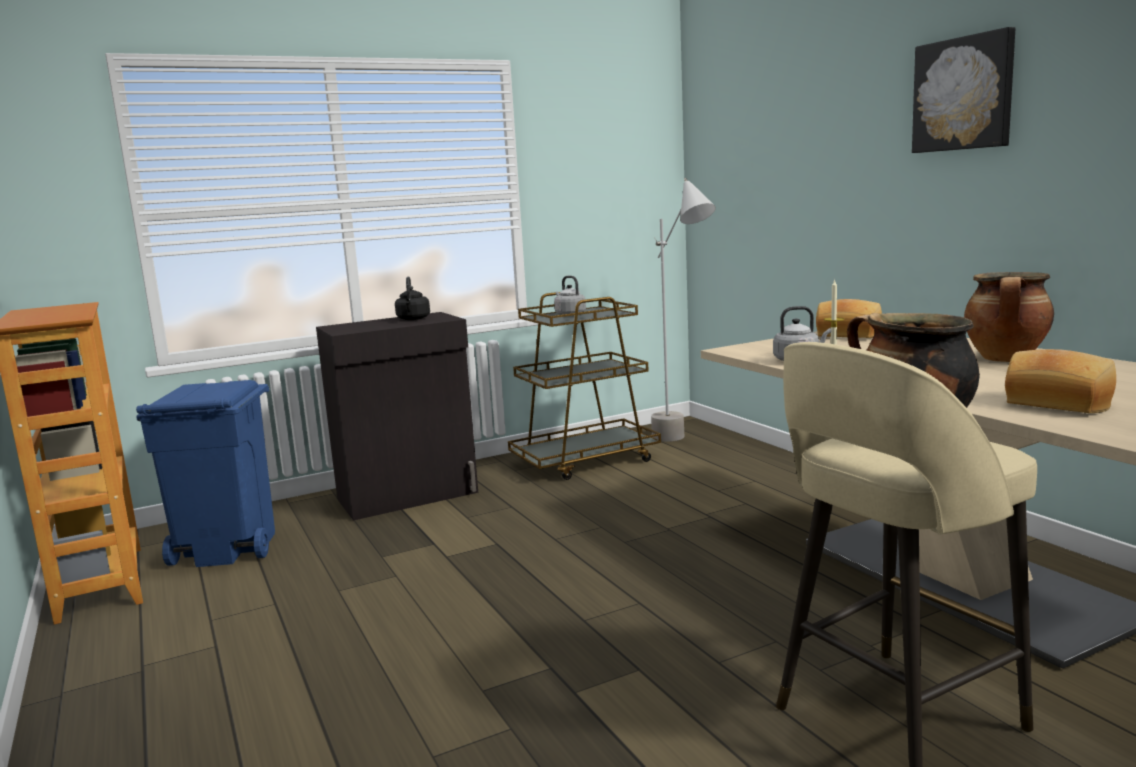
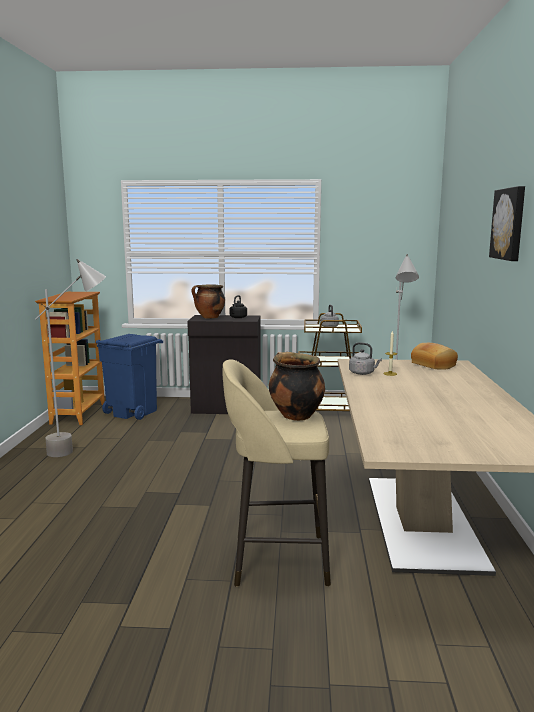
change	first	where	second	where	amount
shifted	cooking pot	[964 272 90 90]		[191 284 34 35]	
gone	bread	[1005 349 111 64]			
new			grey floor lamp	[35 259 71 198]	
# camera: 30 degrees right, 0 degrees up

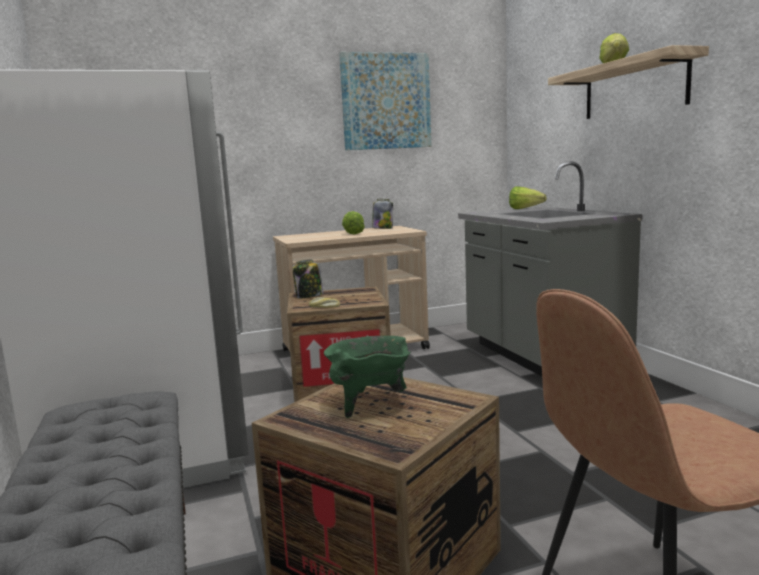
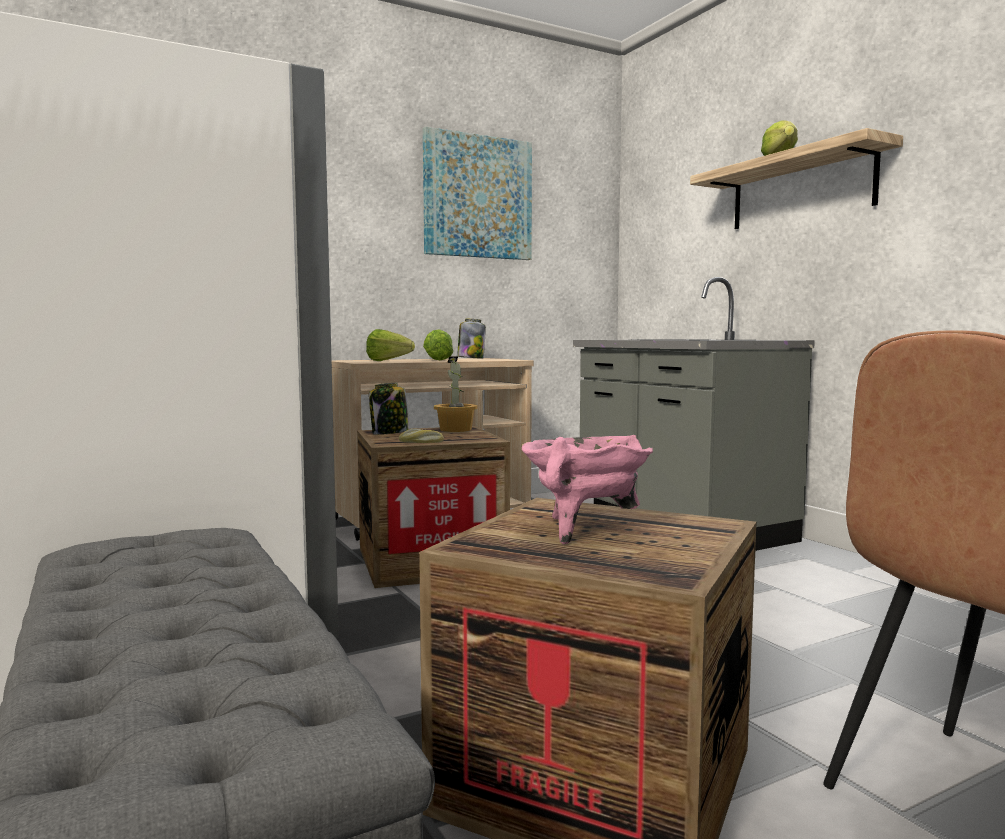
change	first	where	second	where	amount
shifted	lettuce	[509 186 38 23]		[366 329 49 32]	
repainted	green cooking pot	[324 336 87 82]	pink cooking pot	[522 435 131 109]	
new			potted plant	[434 357 44 75]	
# camera: 10 degrees left, 5 degrees down

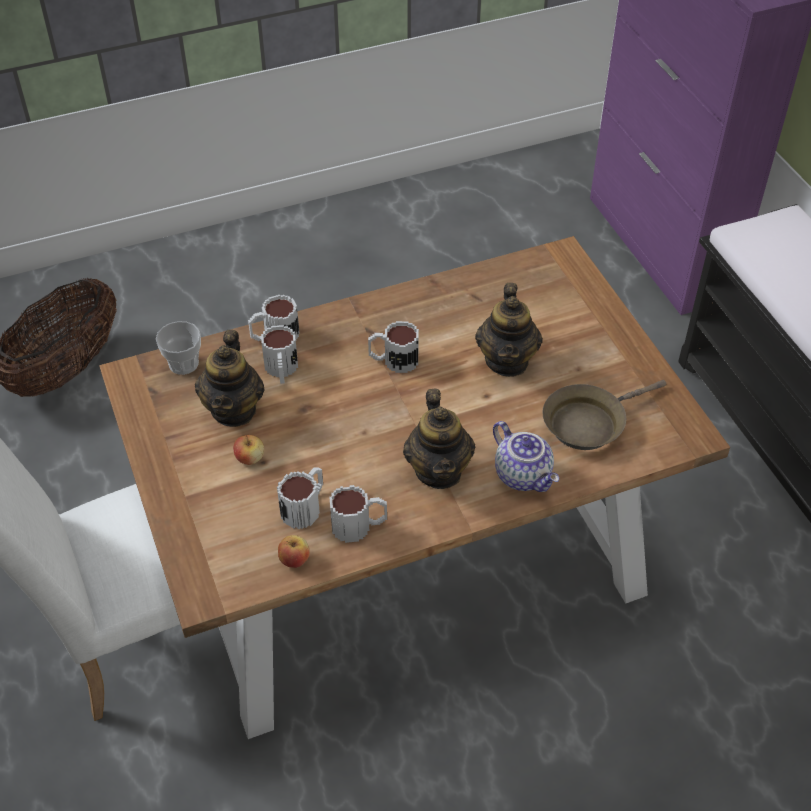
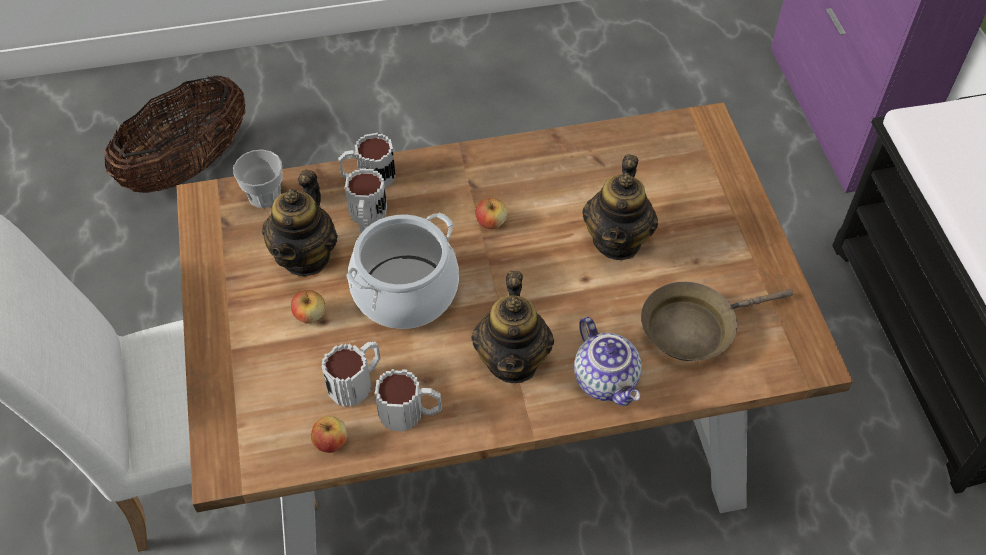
change	first	where	second	where	amount
swapped	mug	[368 321 51 52]	apple	[475 198 32 31]	
new			cooking pot	[346 213 113 116]	
# camera: 10 degrees right, 5 degrees up

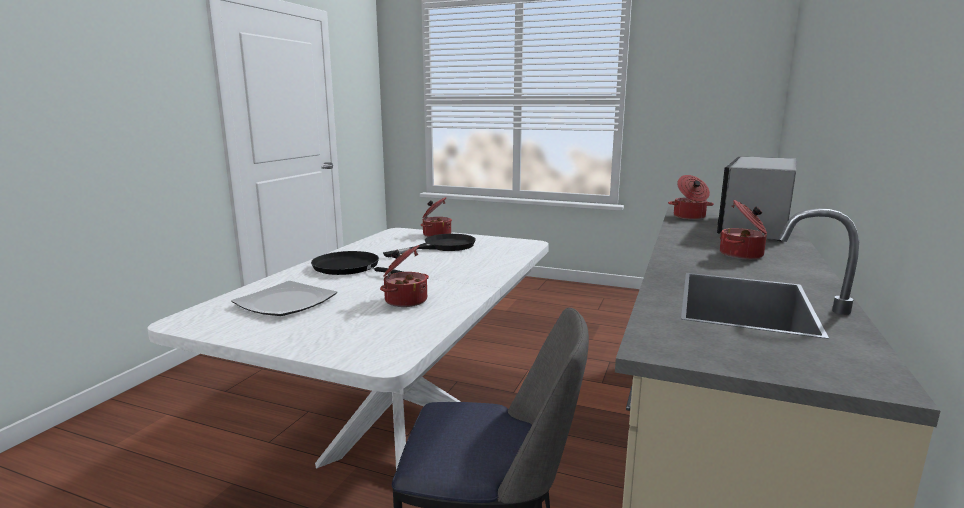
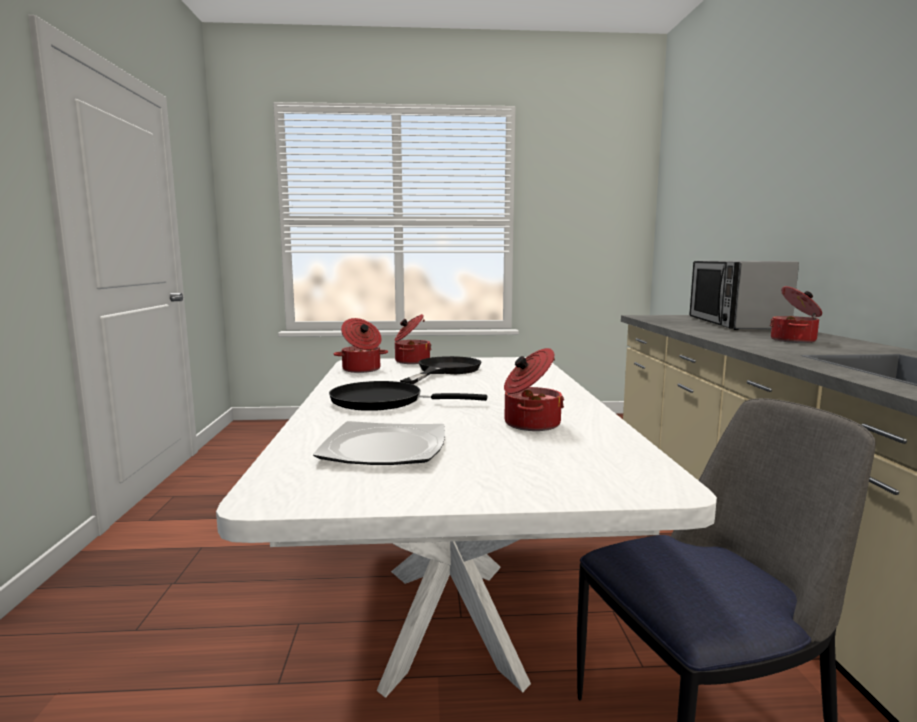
change	first	where	second	where	amount
shifted	cooking pot	[668 175 46 45]		[334 318 54 55]	
# camera: 25 degrees left, 5 degrees down

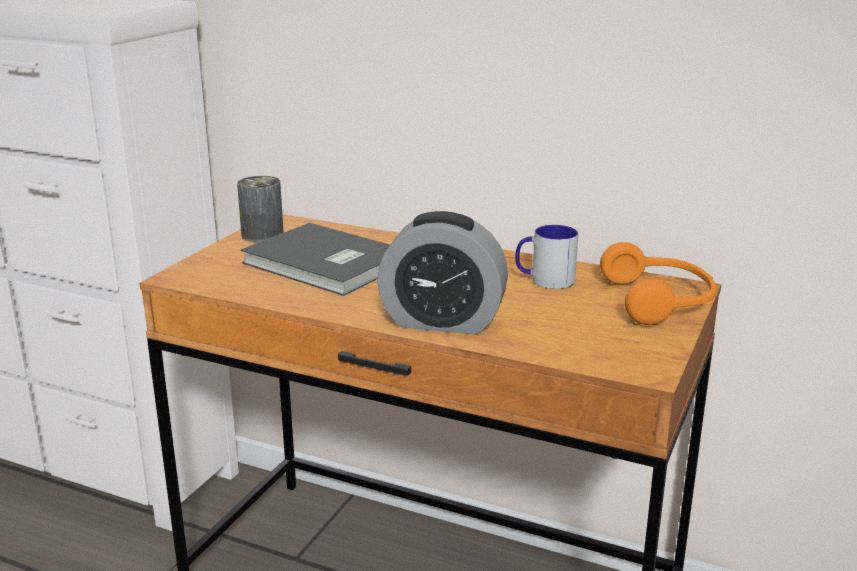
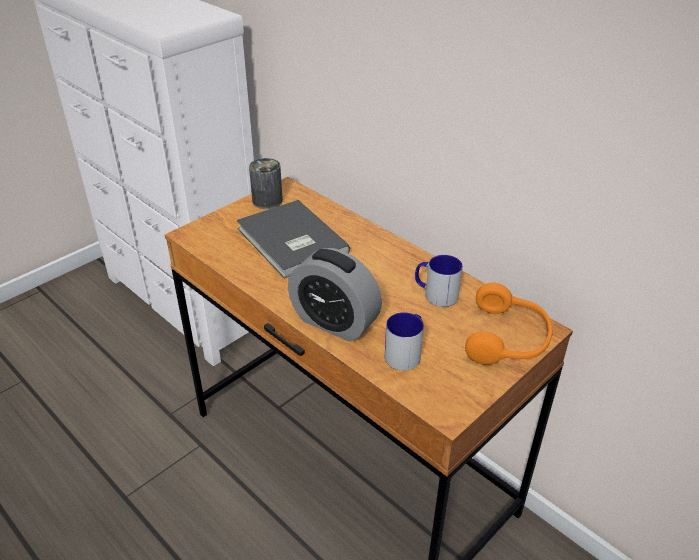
change	first	where	second	where	amount
new			mug	[385 312 39 59]	
# camera: 20 degrees right, 15 degrees up

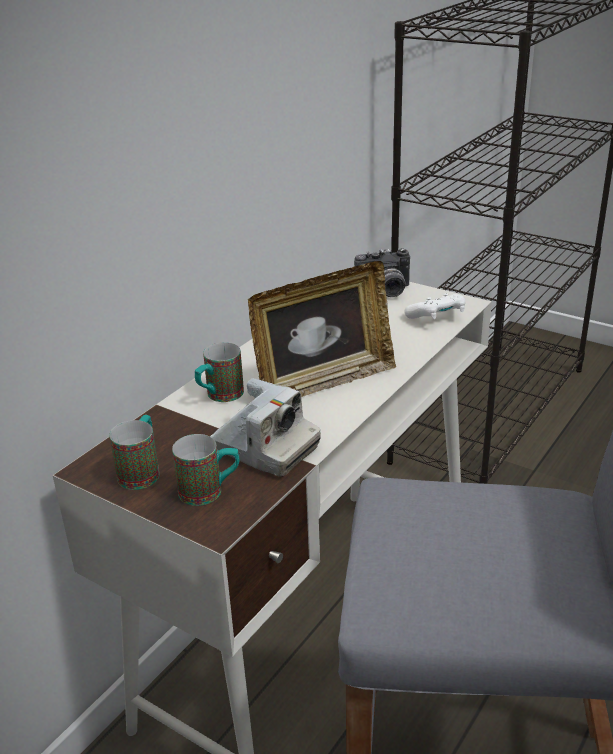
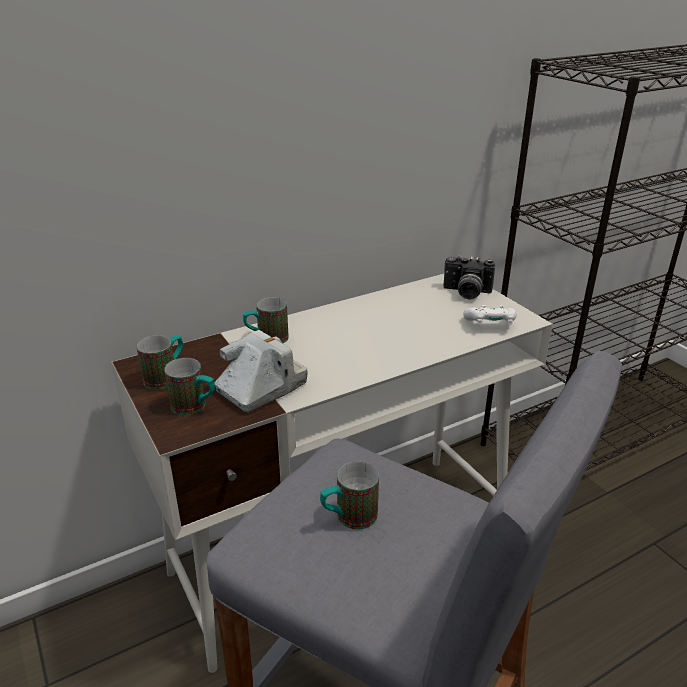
change	first	where	second	where	amount
gone	picture frame	[248 261 148 136]			
rotated	photo camera	[210 378 111 99]		[215 330 93 83]	105 degrees counterclockwise
new			mug	[320 461 59 69]	
# camera: 25 degrees right, 0 degrees up

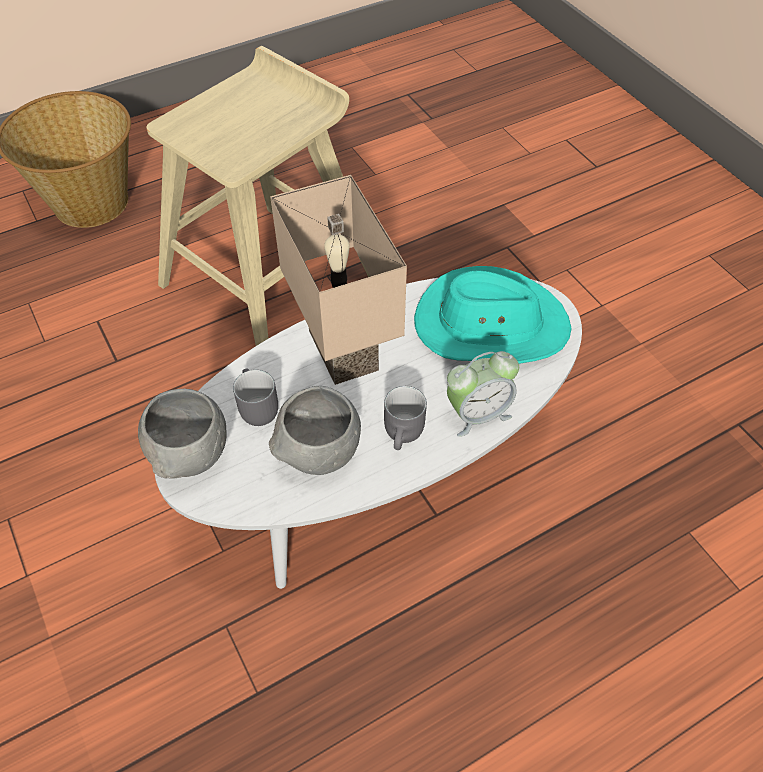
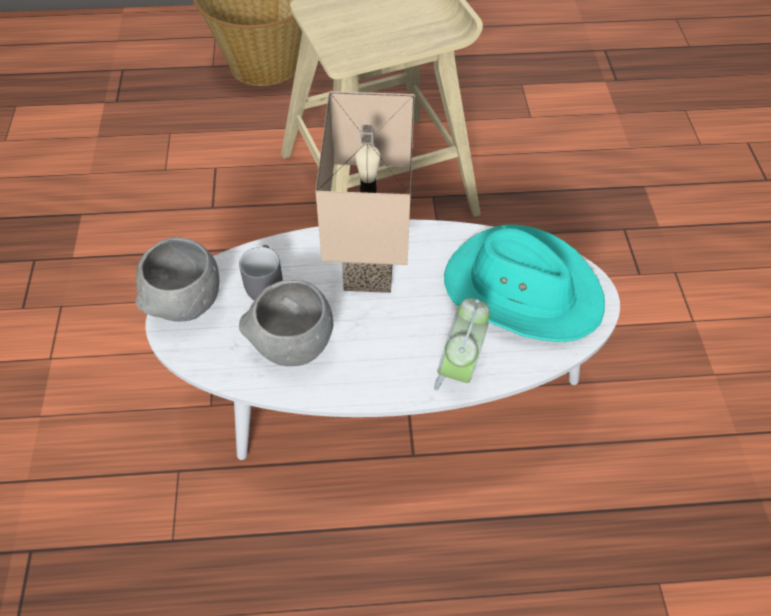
change	first	where	second	where	amount
rotated	alarm clock	[447 351 72 86]		[434 299 56 92]	105 degrees clockwise
gone	grey mug	[384 386 43 64]			
# camera: 25 degrees right, 0 degrees up

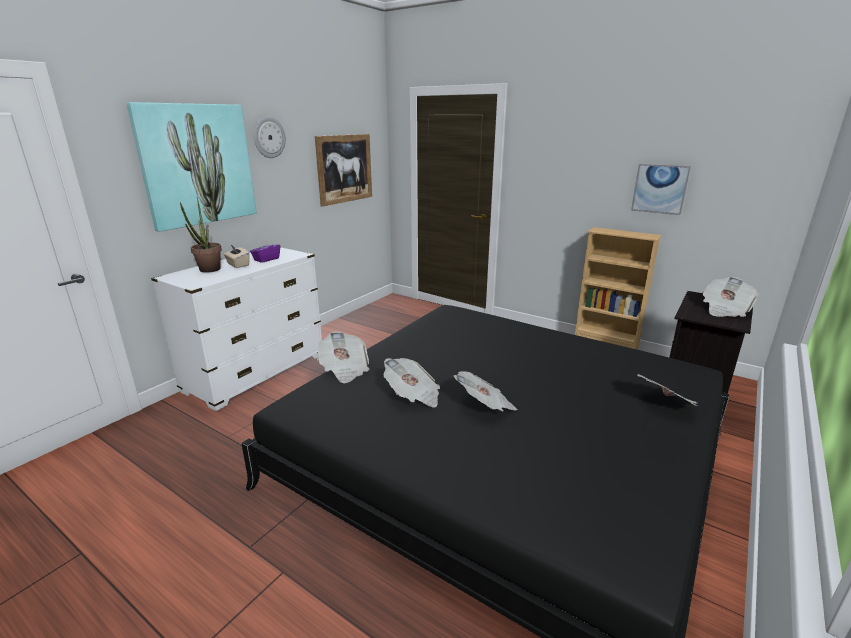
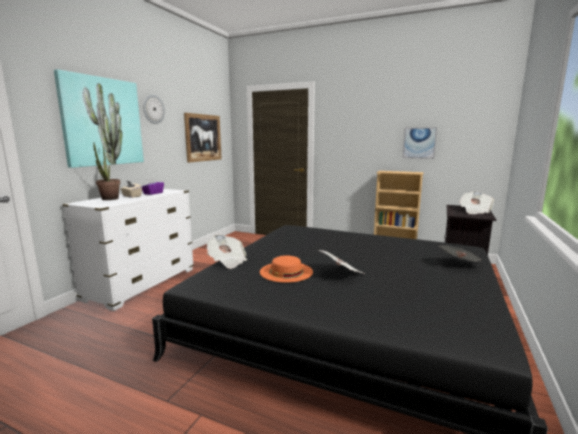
change	first	where	second	where	amount
swapped	newspaper	[383 358 57 50]	orange hat	[260 255 53 28]	
# camera: 10 degrees left, 10 degrees down

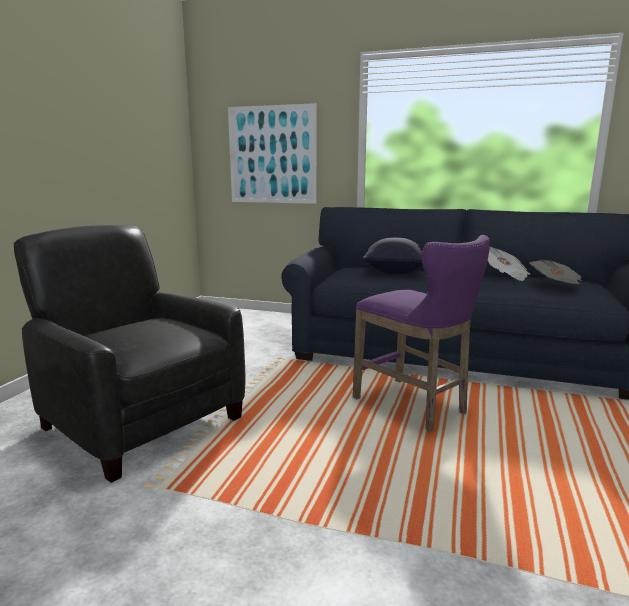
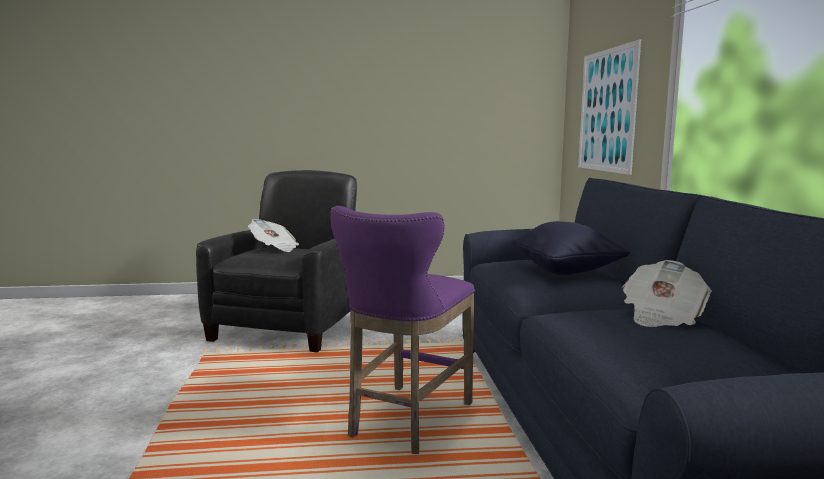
change	first	where	second	where	amount
shifted	newspaper	[529 260 53 24]		[248 219 51 33]	
# camera: 65 degrees right, 5 degrees down

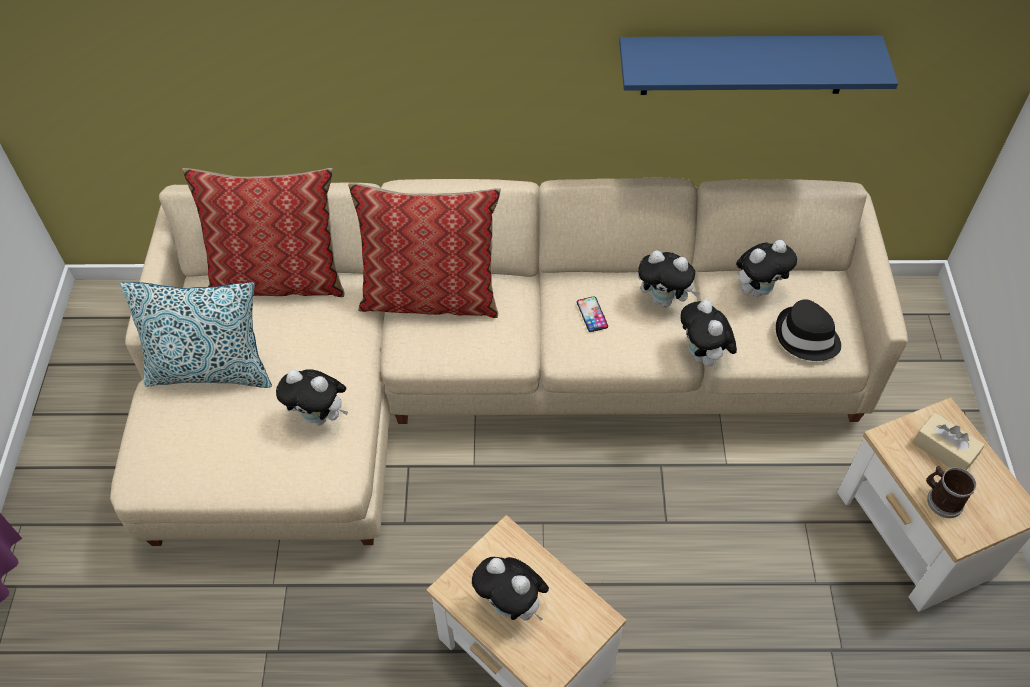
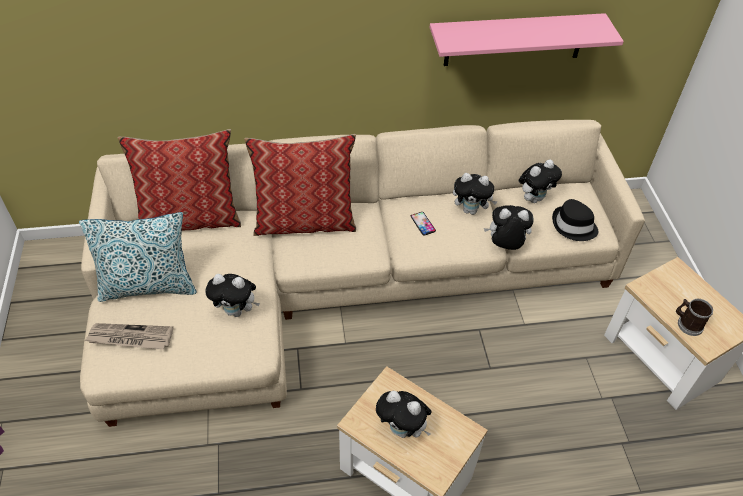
change	first	where	second	where	amount
repainted	blue shelf	[619 35 279 60]	pink shelf	[430 13 194 53]	
rotated	plush toy	[680 300 57 70]		[484 205 49 45]	120 degrees clockwise
gone	beige tissue box	[912 412 73 58]			
new			newspaper	[85 323 88 27]	
# camera: 10 degrees left, 5 degrees down

